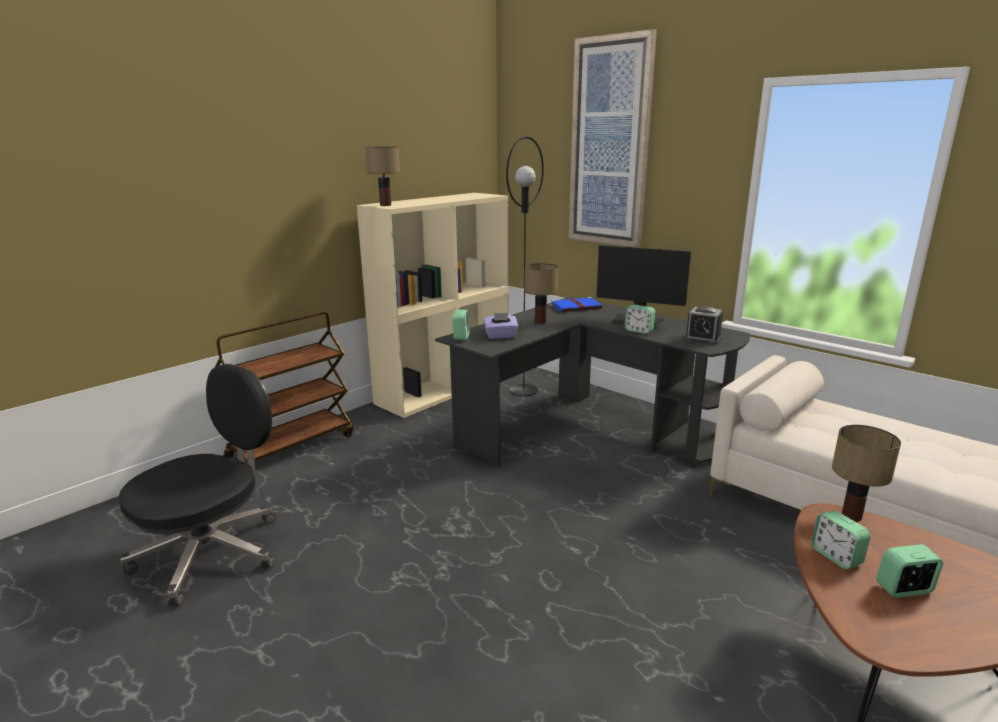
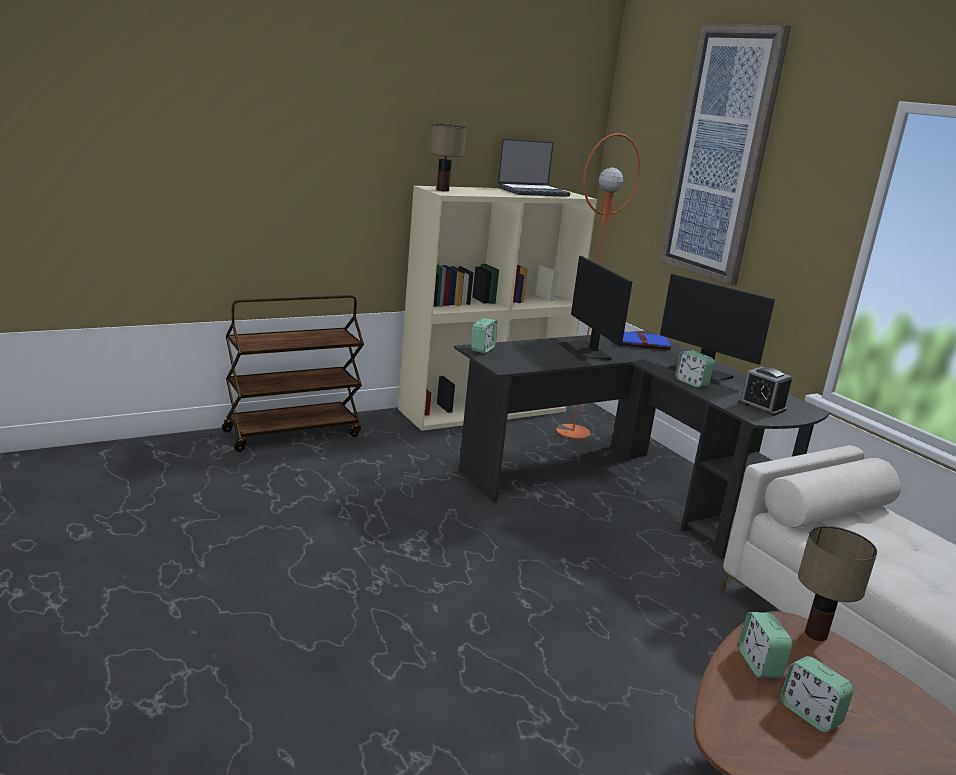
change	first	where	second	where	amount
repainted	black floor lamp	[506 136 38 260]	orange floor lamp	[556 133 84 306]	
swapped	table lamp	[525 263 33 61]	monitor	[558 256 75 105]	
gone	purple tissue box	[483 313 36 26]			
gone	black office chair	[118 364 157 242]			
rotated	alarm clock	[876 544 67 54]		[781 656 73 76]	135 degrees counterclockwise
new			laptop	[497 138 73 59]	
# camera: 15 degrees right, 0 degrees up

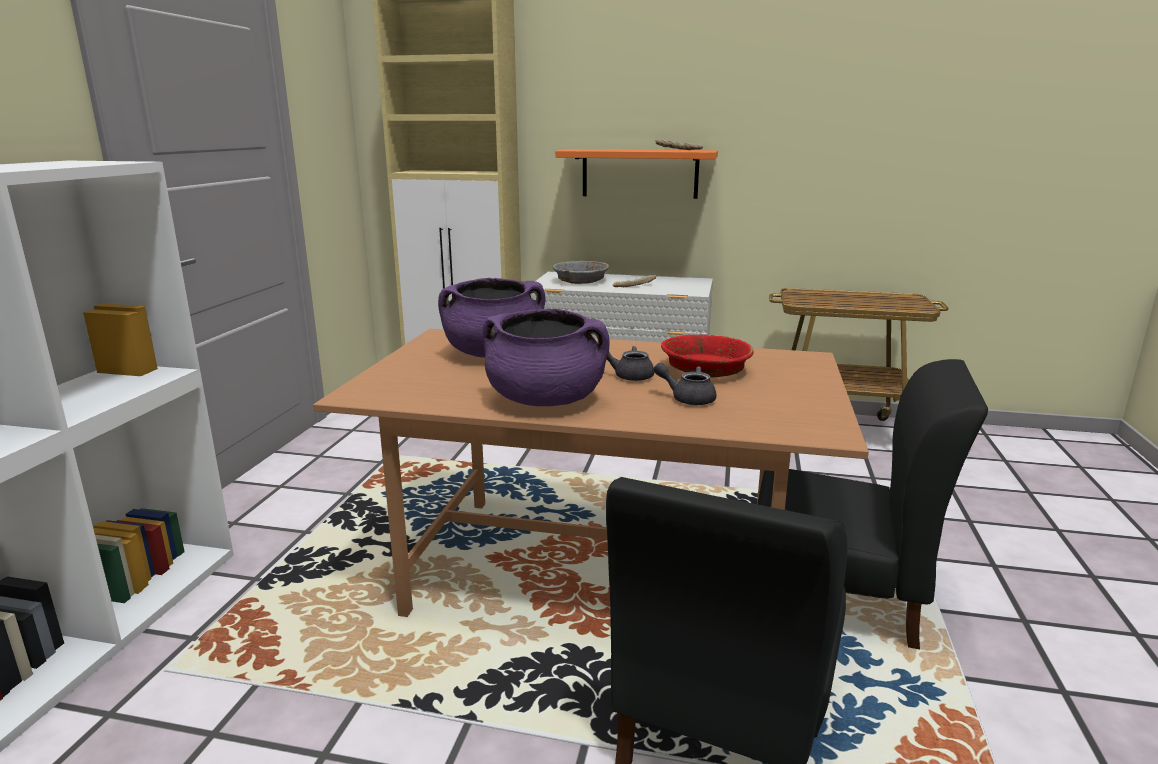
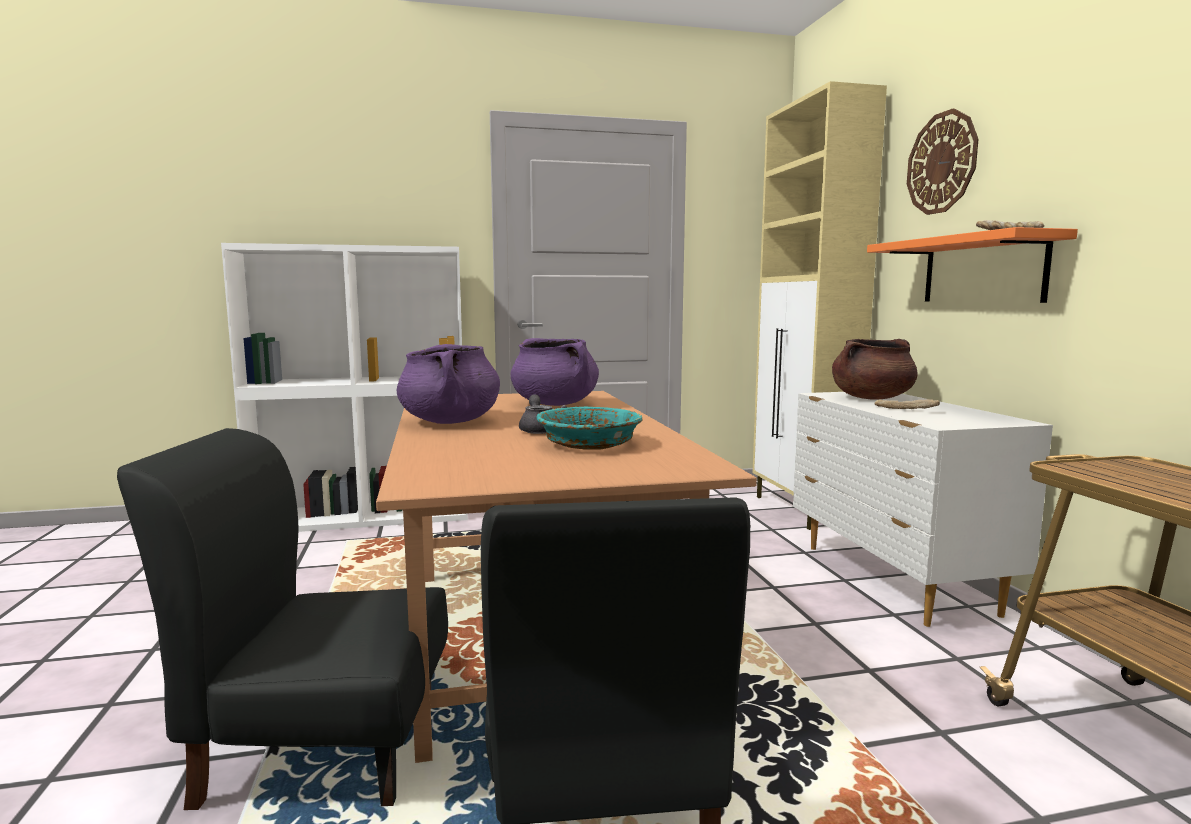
change	first	where	second	where	amount
swapped	grey bowl	[553 261 56 23]	brown cooking pot	[832 339 85 61]	
repainted	red bowl	[661 334 93 44]	turquoise bowl	[537 407 106 43]	
gone	grey teapot	[654 362 63 43]			
new			wall clock	[907 108 72 107]	
# camera: 65 degrees right, 10 degrees down

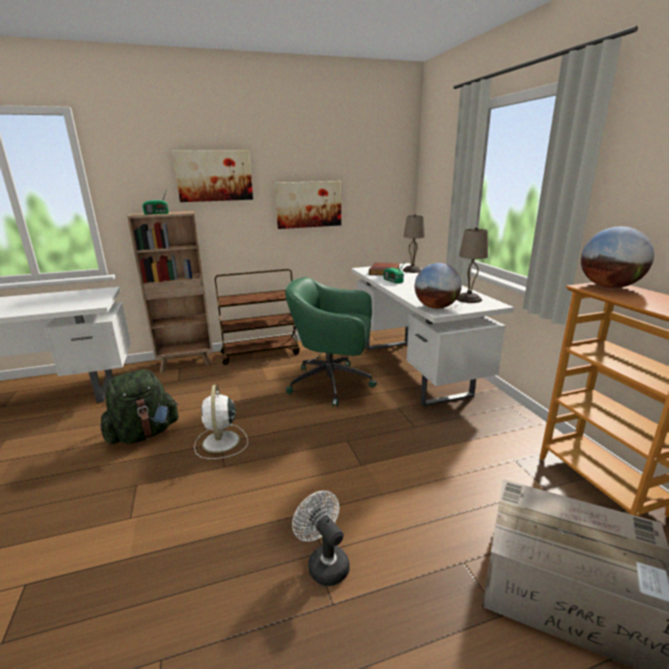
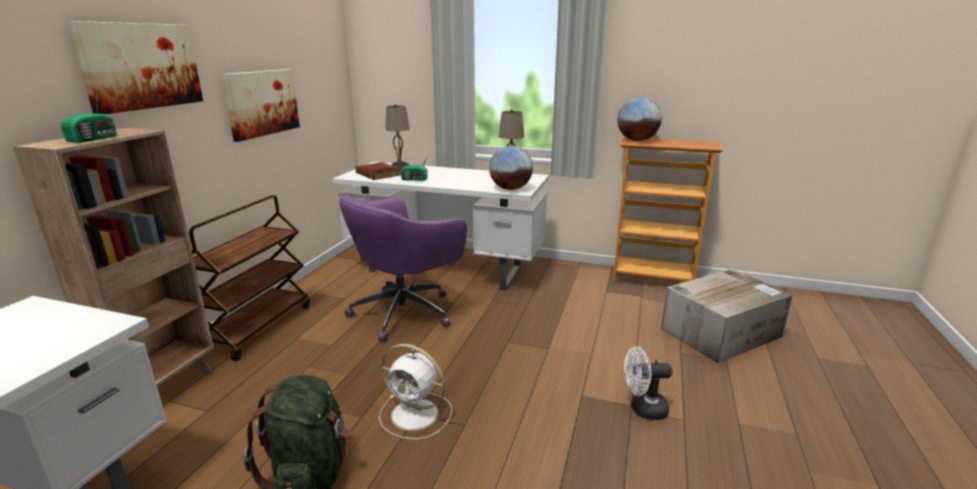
change	first	where	second	where	amount
repainted	green office chair	[285 277 92 129]	purple office chair	[339 194 128 148]	
# camera: 55 degrees left, 0 degrees up

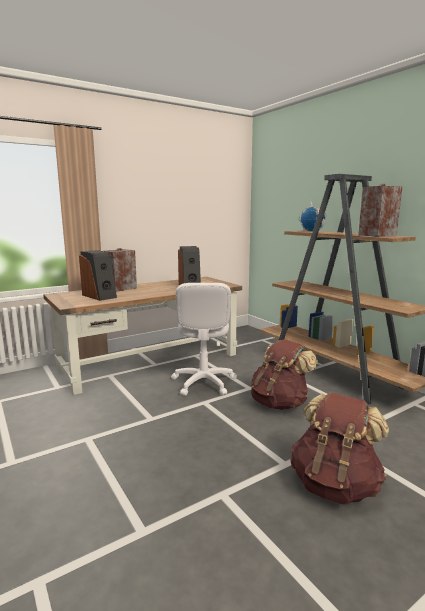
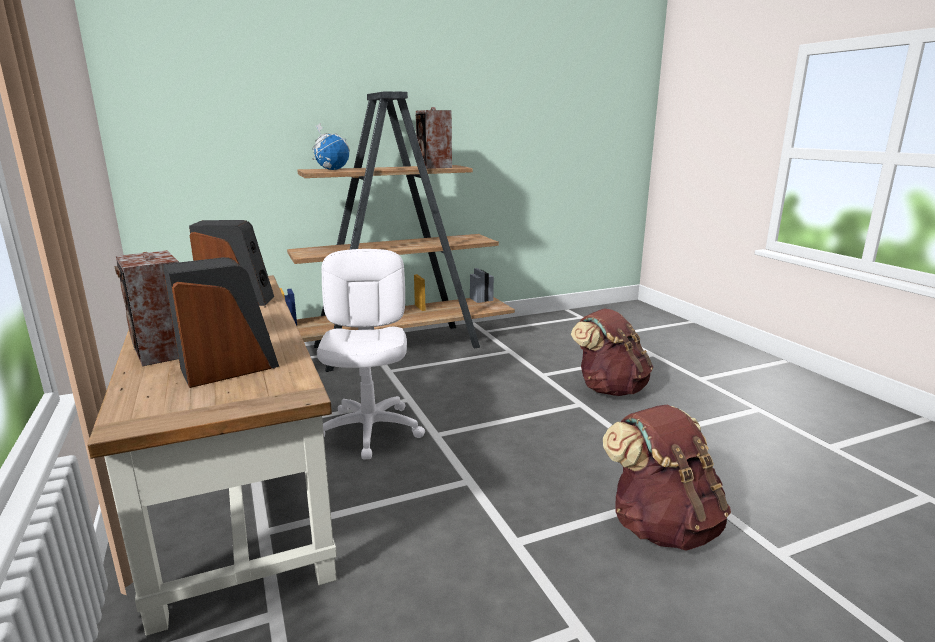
change	first	where	second	where	amount
rotated	white office chair	[171 283 66 112]		[317 249 108 211]	105 degrees counterclockwise
shifted	brown backpack	[251 339 67 71]		[603 405 128 146]	
# camera: 80 degrees left, 5 degrees up

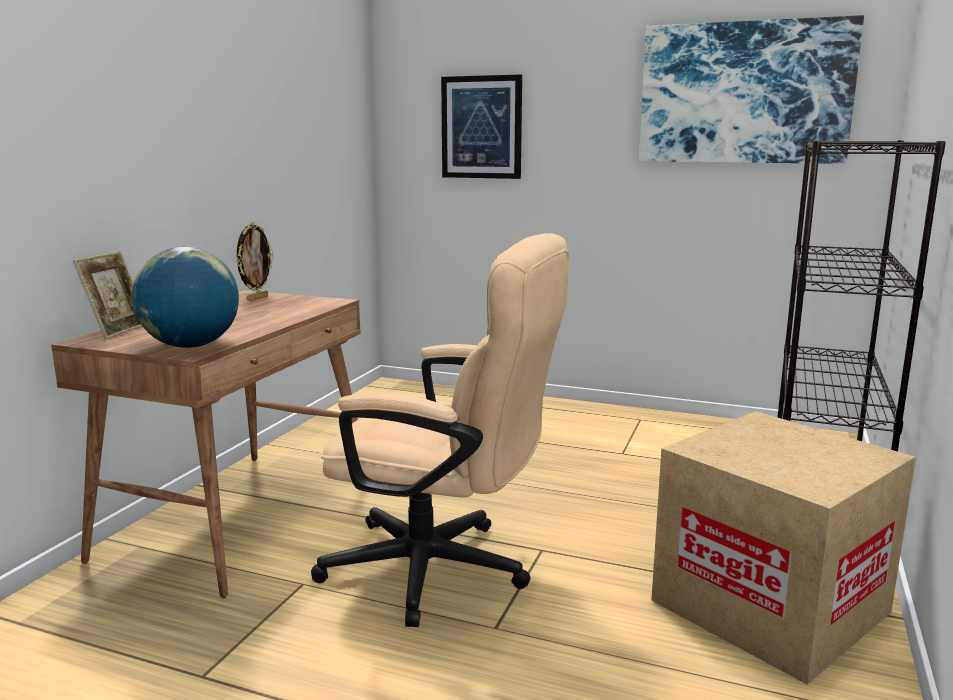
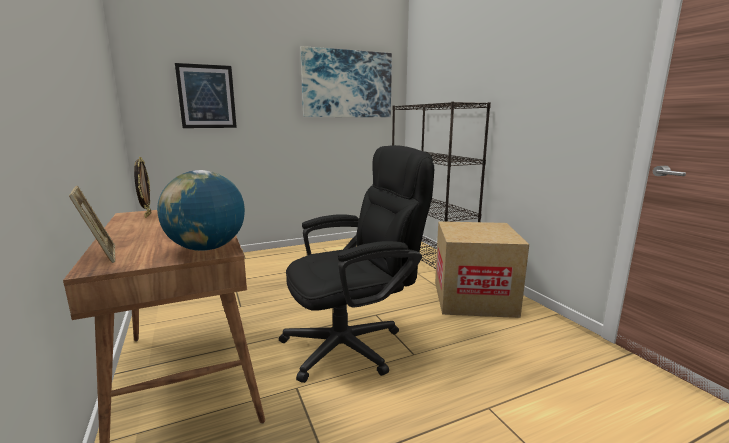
change	first	where	second	where	amount
repainted	beige office chair	[311 233 258 394]	black office chair	[279 145 155 238]	
# camera: 45 degrees left, 0 degrees up

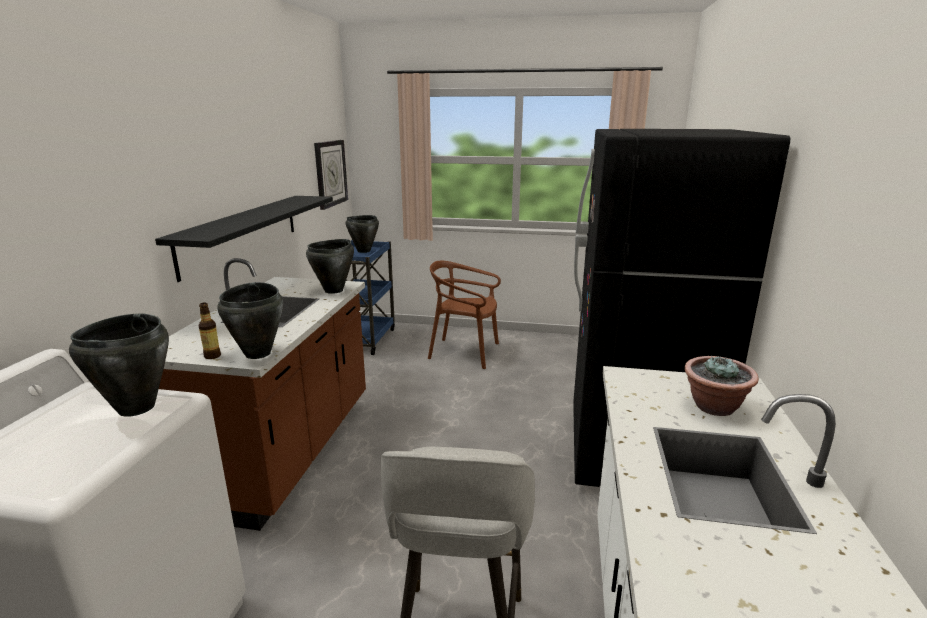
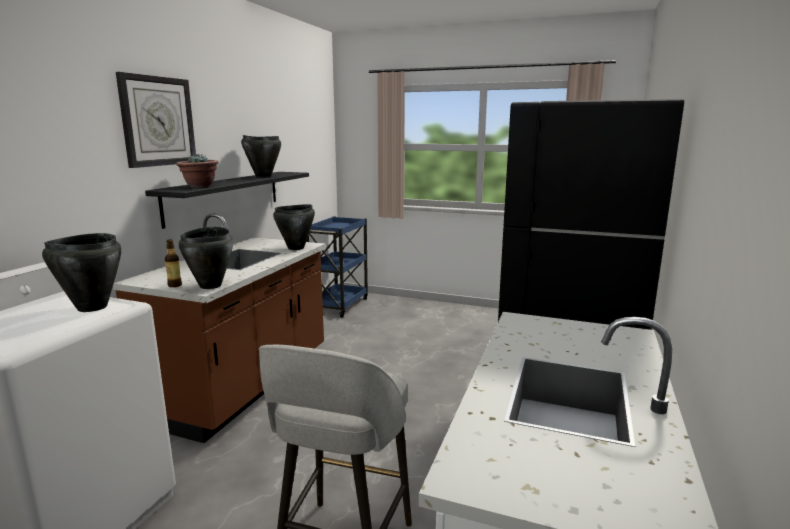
change	first	where	second	where	amount
shifted	wall clock	[314 140 34 70]		[116 72 80 96]	
shifted	black cooking pot	[346 215 33 38]		[241 135 40 43]	
gone	brown chair	[428 261 73 108]			
shifted	potted plant	[684 356 75 60]		[176 154 43 34]	
# camera: 10 degrees right, 5 degrees down

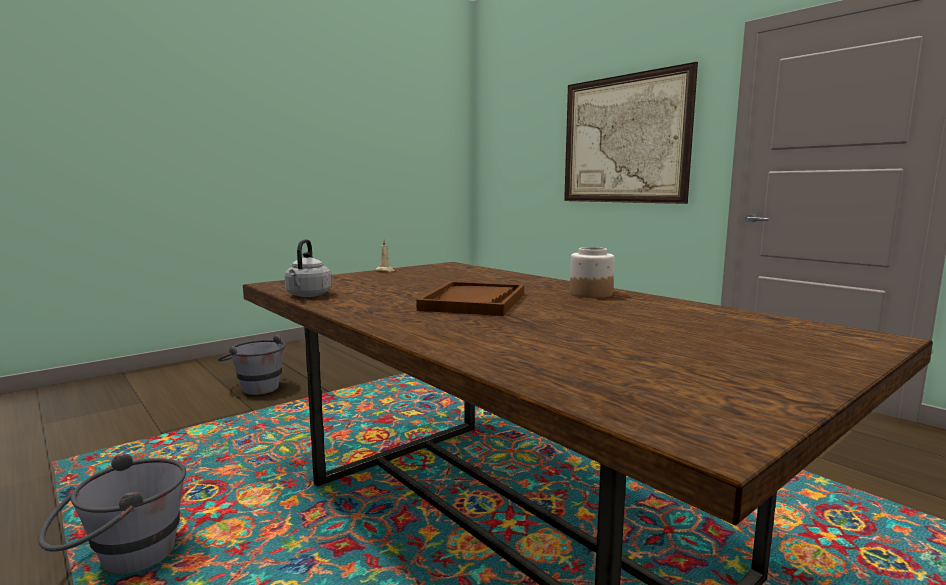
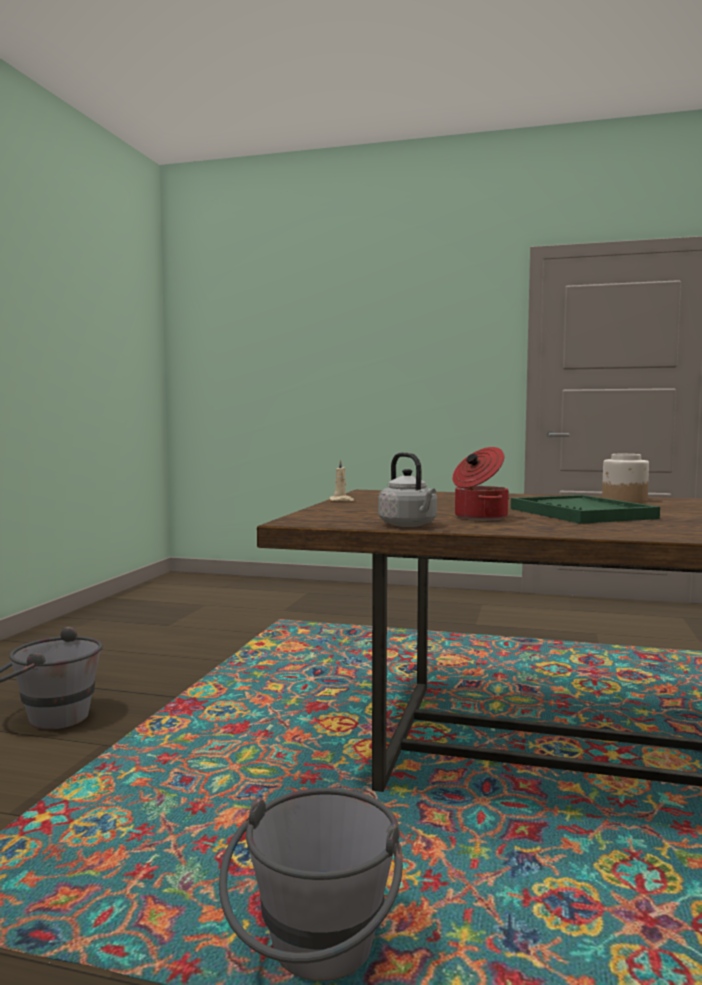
change	first	where	second	where	amount
gone	picture	[564 62 134 142]			
repainted	brown tray	[416 281 108 35]	green tray	[511 495 149 29]	
new			cooking pot	[452 447 57 74]	
# camera: 35 degrees left, 5 degrees down

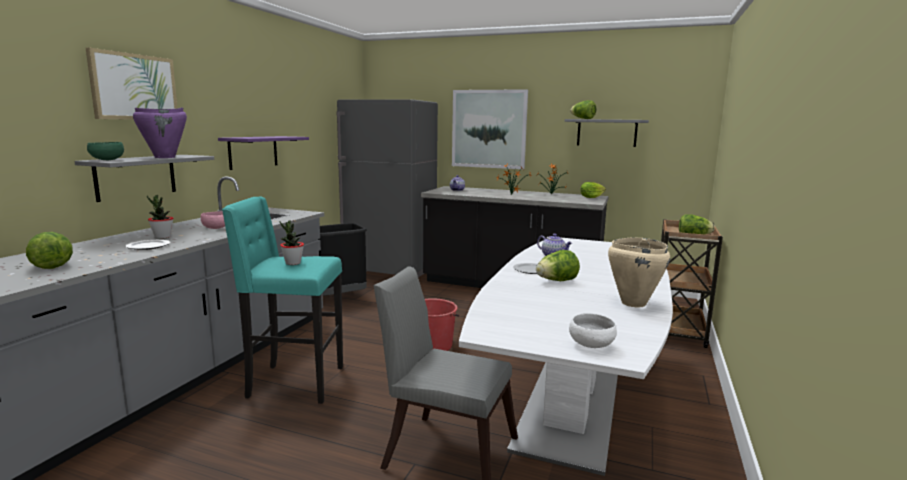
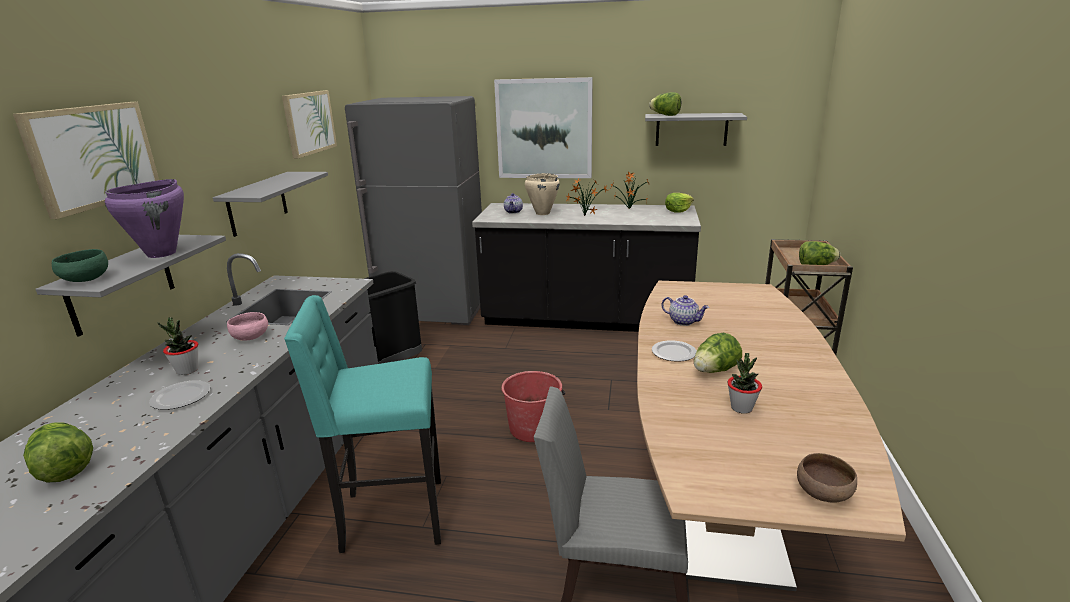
change	first	where	second	where	amount
repainted	purple shelf	[218 136 91 34]	grey shelf	[213 172 115 65]	
shifted	potted plant	[280 220 24 45]		[727 353 35 61]	
repainted	white dining table	[459 238 214 238]	brown dining table	[637 281 269 310]	
shifted	beige cooking pot	[608 238 62 69]		[525 173 35 42]	
repainted	white bowl	[569 313 48 35]	brown bowl	[797 453 60 50]	
new			picture	[282 90 55 69]	
# camera: 10 degrees left, 10 degrees up

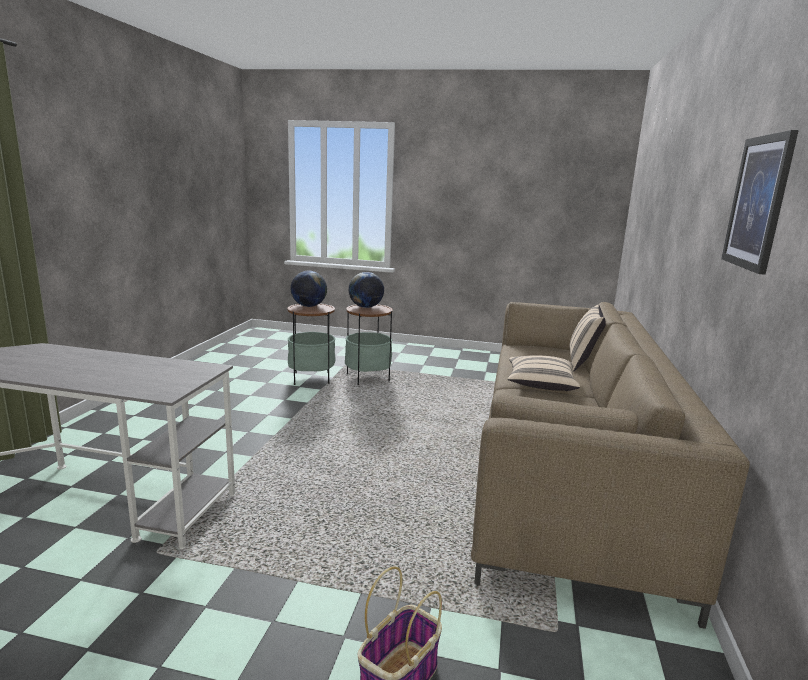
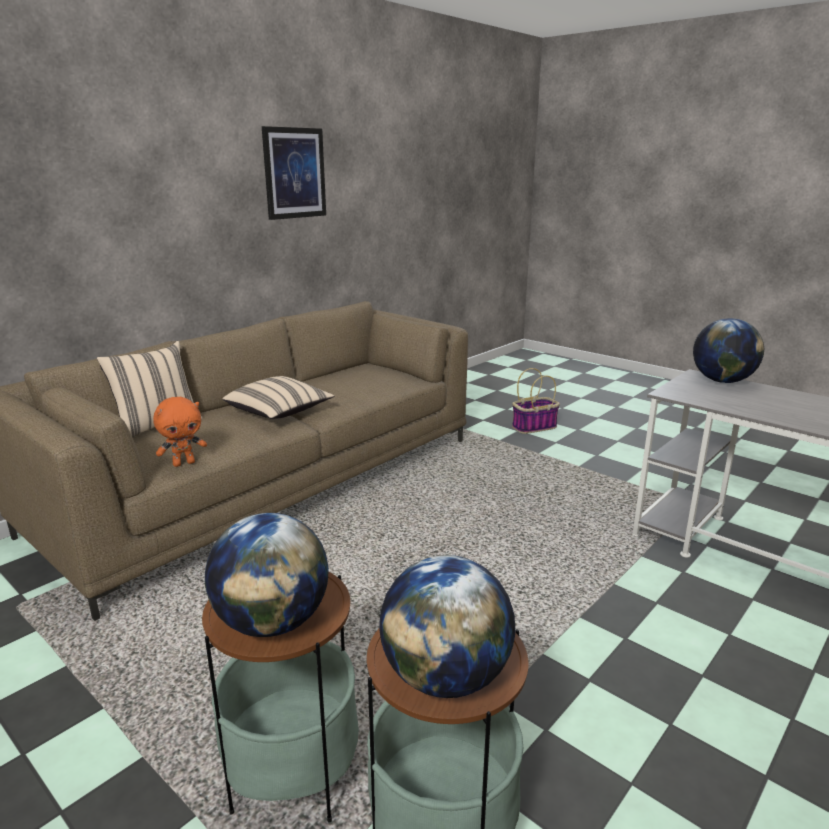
change	first	where	second	where	amount
new			globe	[693 318 71 65]	
new			orange plush toy	[153 397 54 70]	
# camera: 150 degrees left, 5 degrees up

